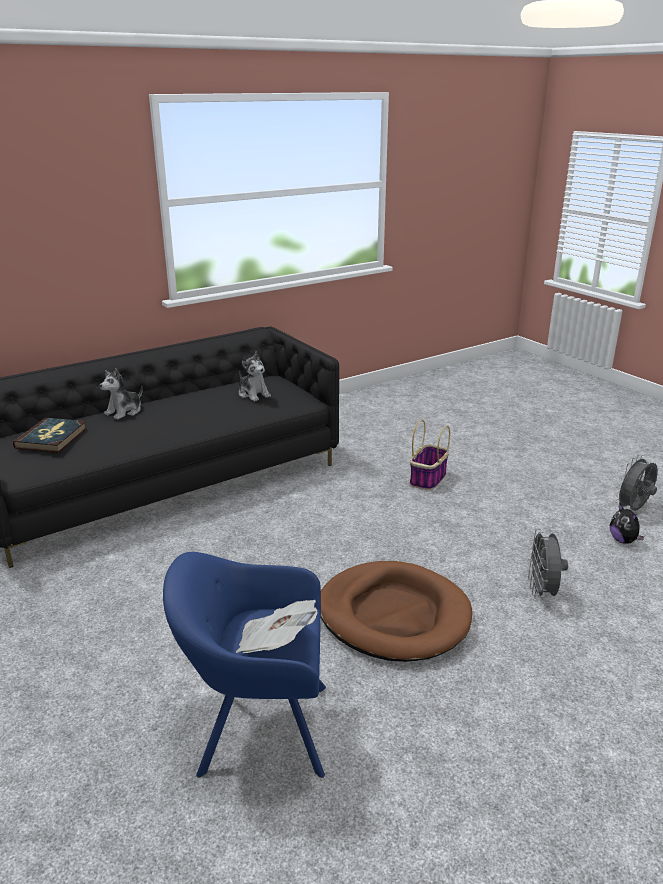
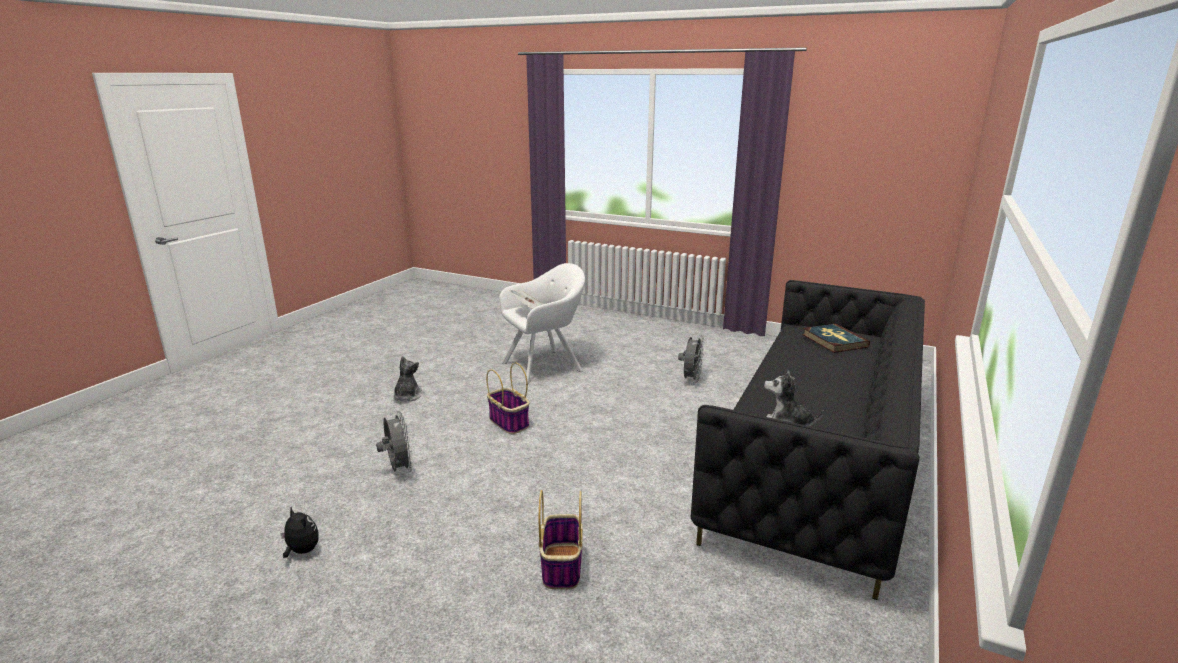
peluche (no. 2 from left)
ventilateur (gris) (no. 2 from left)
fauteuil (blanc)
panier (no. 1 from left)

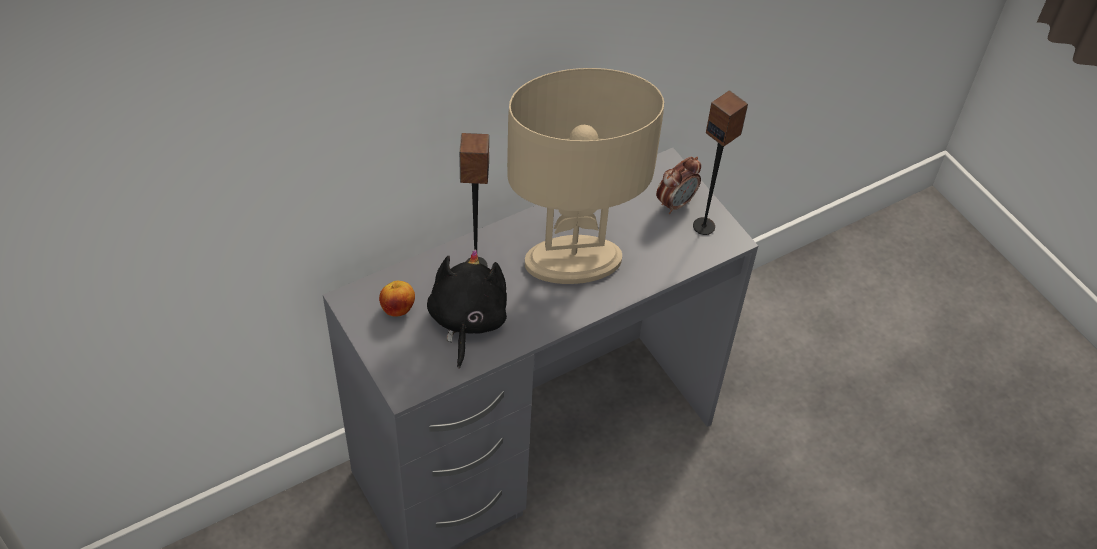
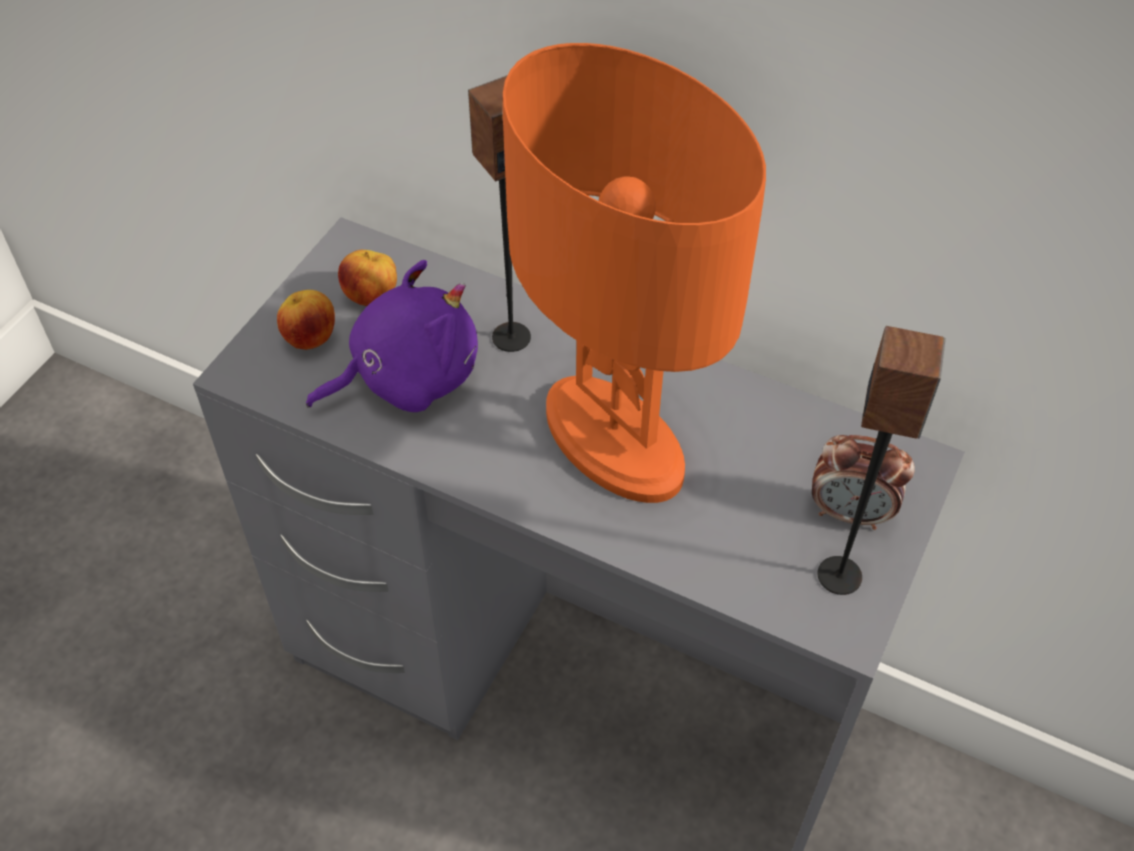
lampe de table (orange)
peluche (violet)
pomme (no. 1 from left)

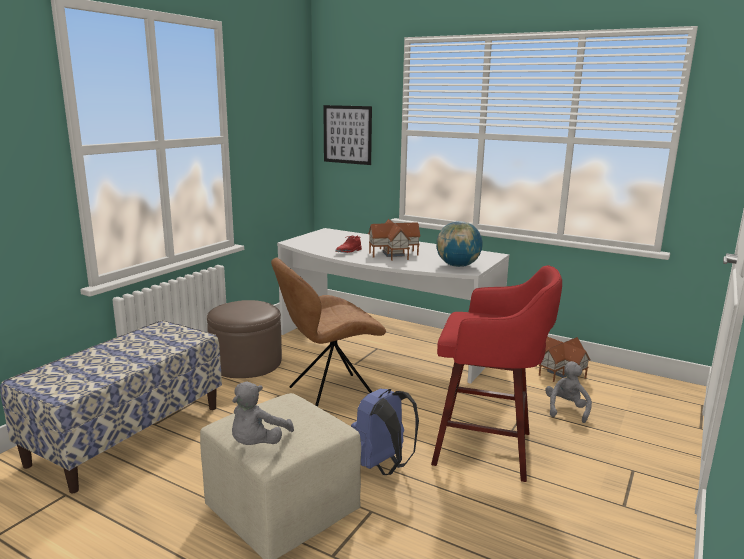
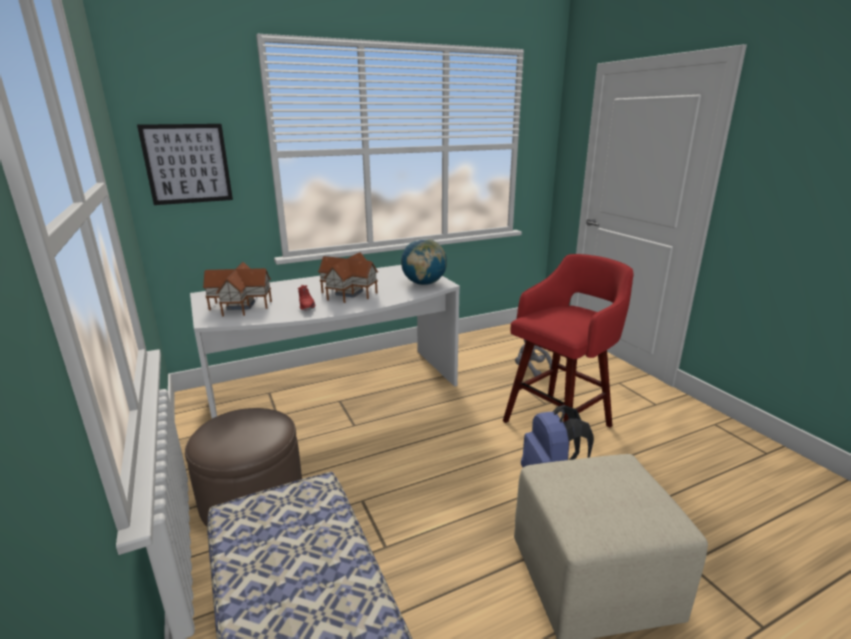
chaise (marron)
maison miniature (no. 1 from left)
peluche (gris) (no. 1 from left in the first image)

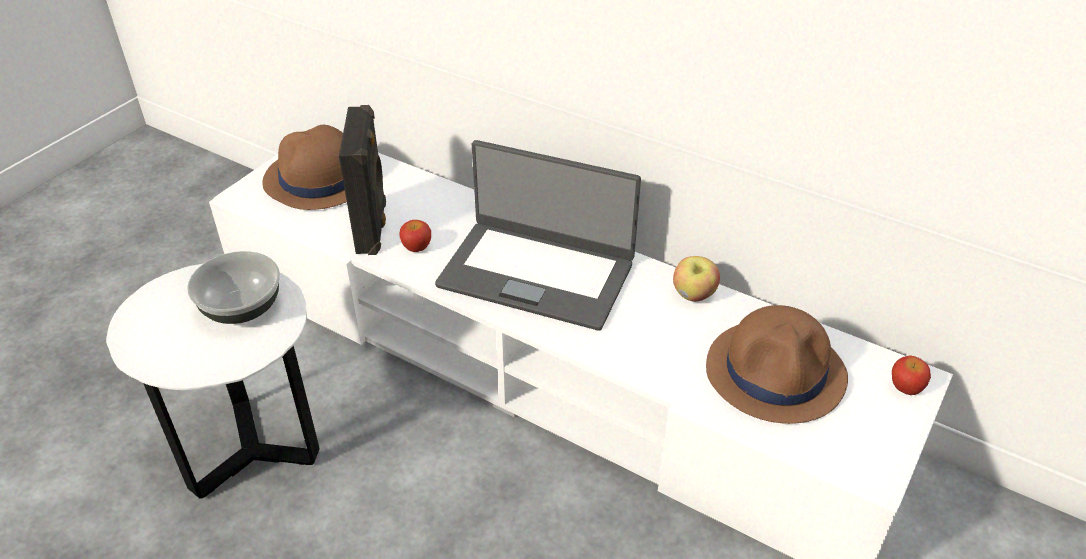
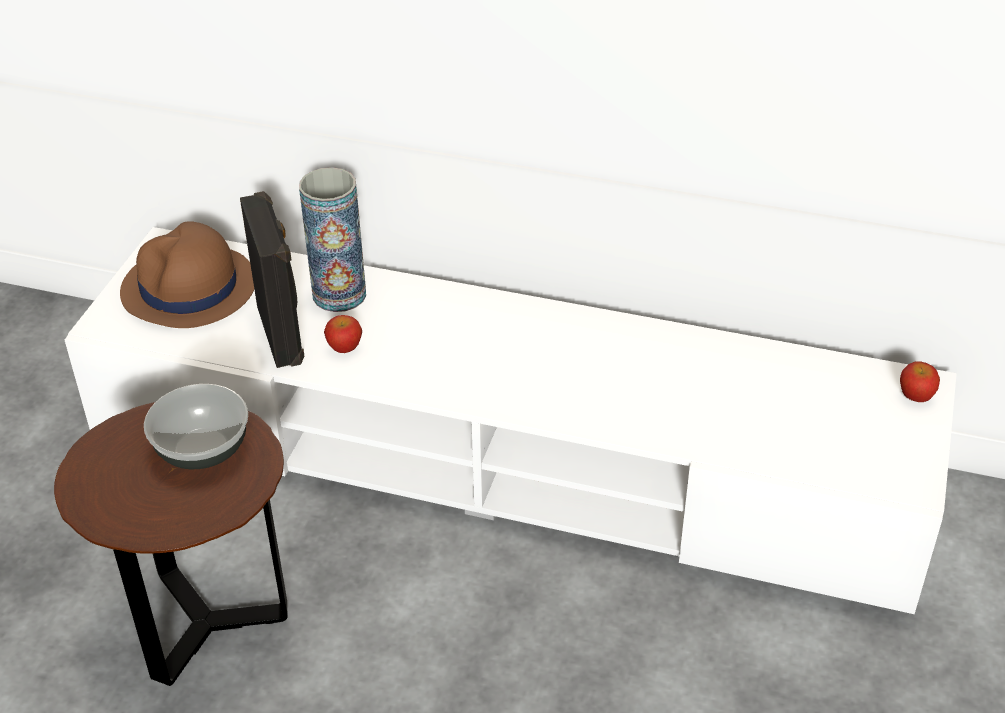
ordinateur portable
pomme (no. 2 from left in the first image)
table d'appoint (marron)
chapeau (marron) (no. 2 from left in the first image)
vase

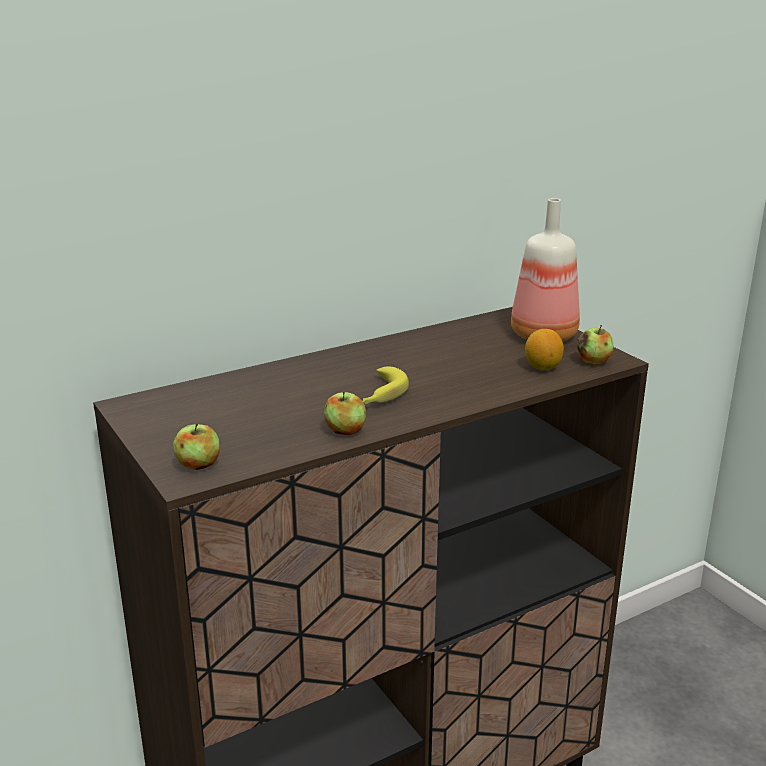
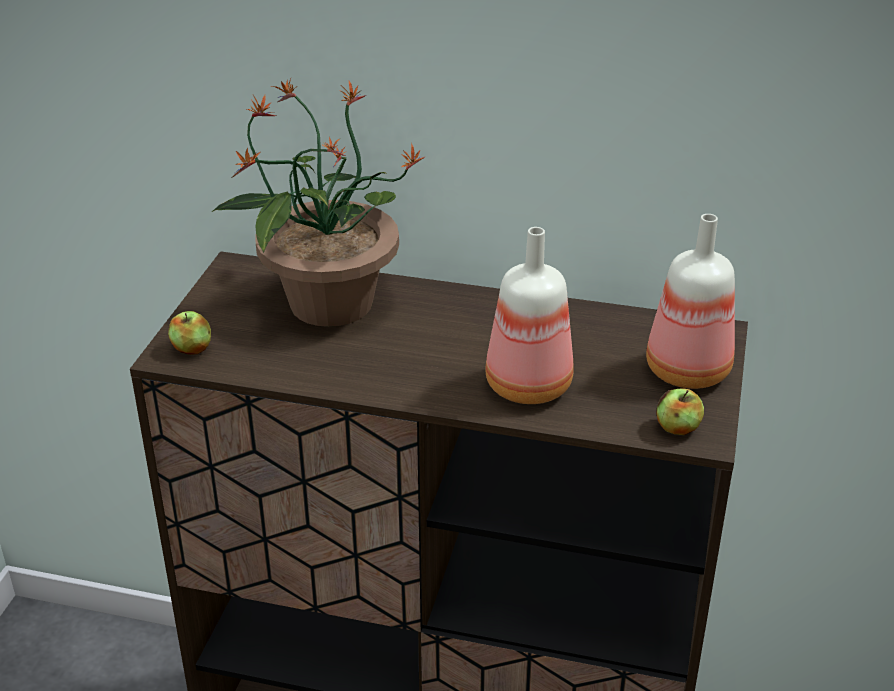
citron
banane
pomme (no. 2 from left in the first image)
plante en pot
bouteille (no. 1 from left)

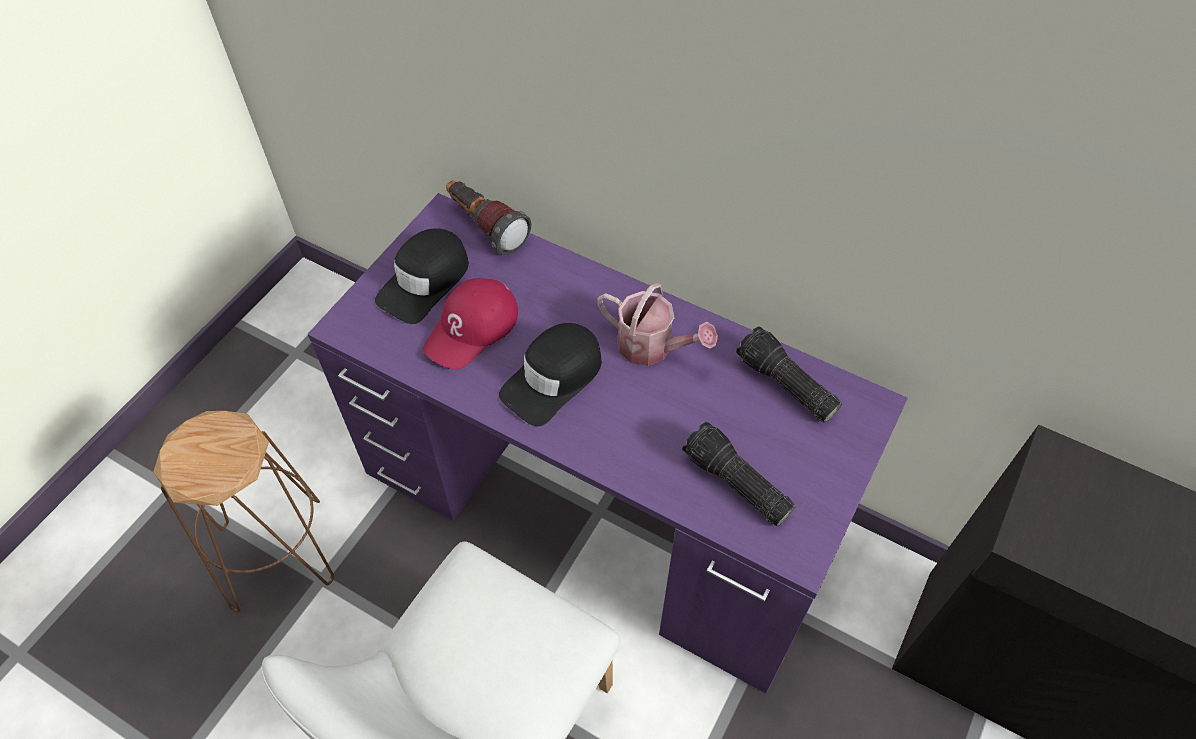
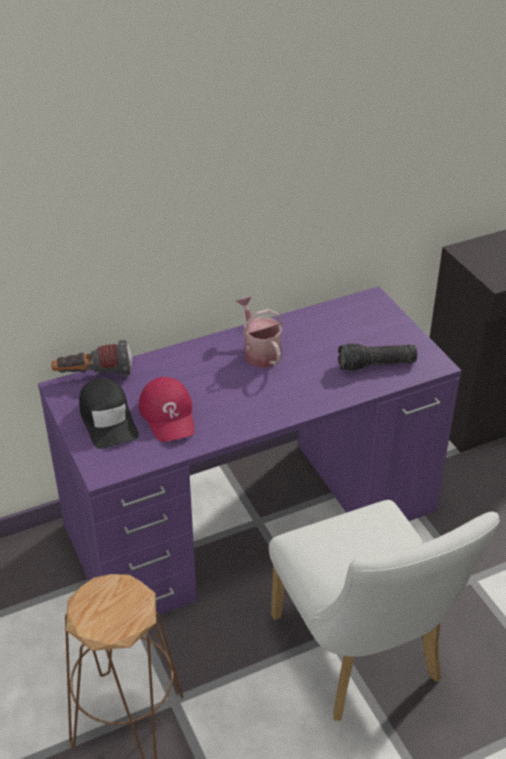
arrosoir
casquette (noir) (no. 2 from left in the first image)
lampe de poche (no. 3 from left in the first image)

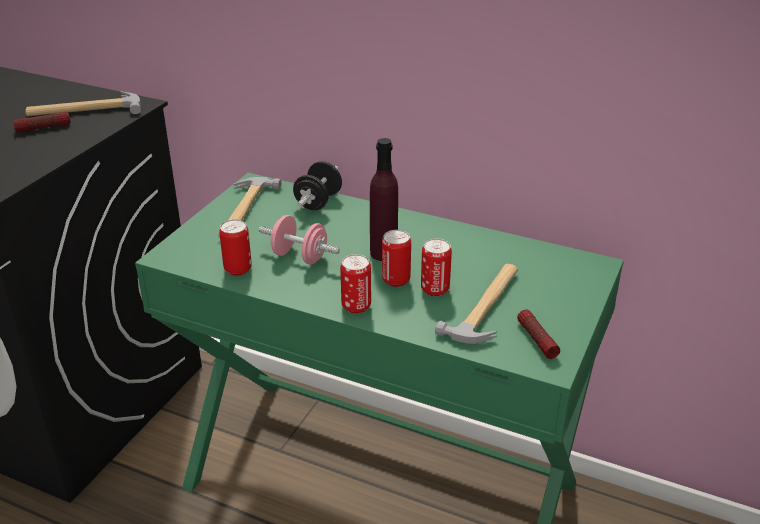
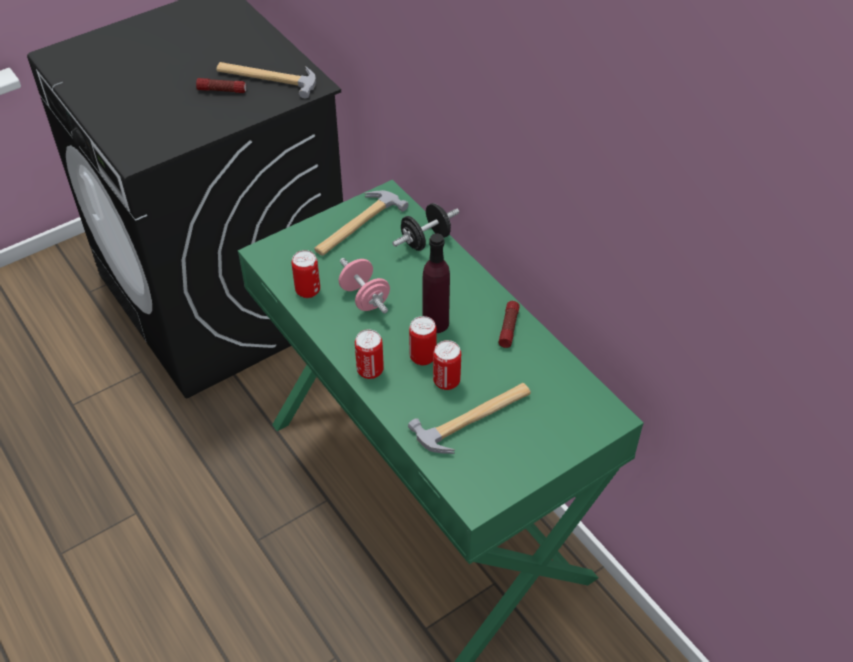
lampe de poche (no. 2 from left)

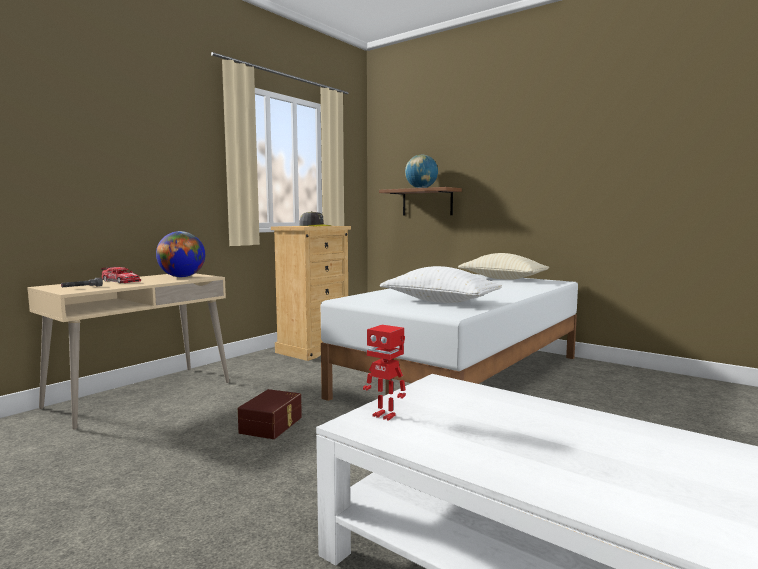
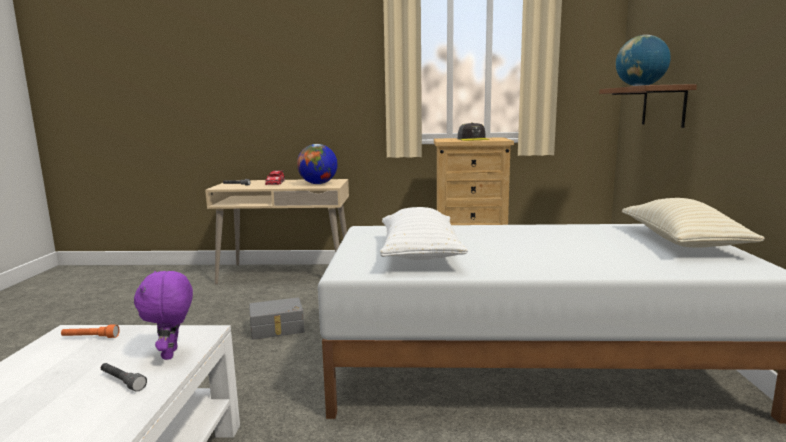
lampe de poche (orange)
boîte de rangement (gris)
peluche (violet)
lampe de poche (gris) (no. 1 from left)

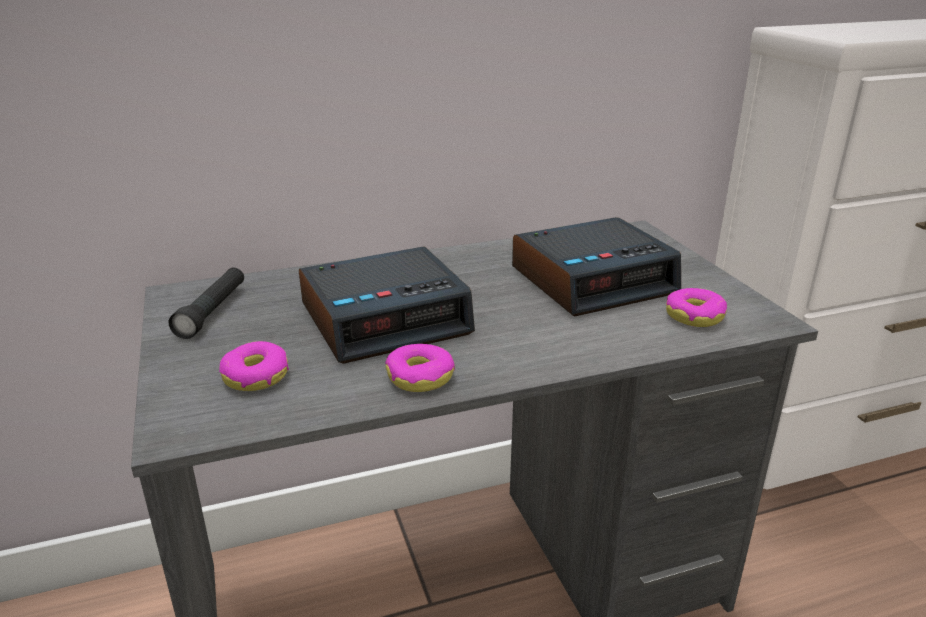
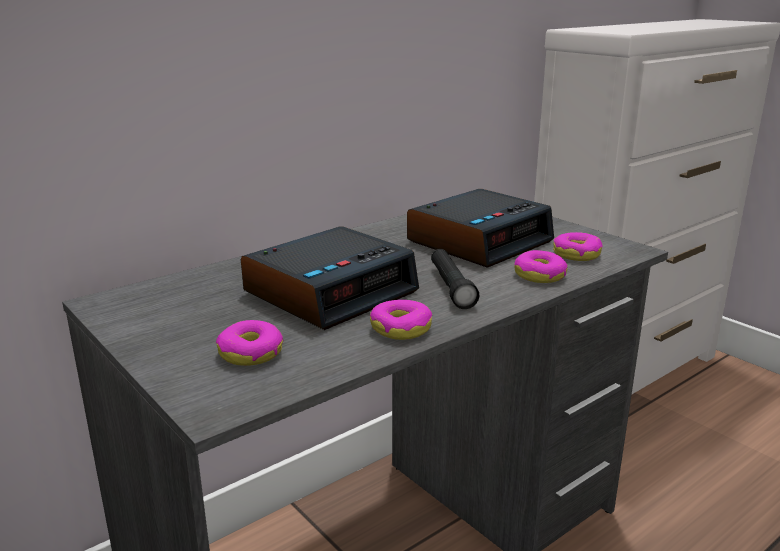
lampe de poche (noir)
beignet (no. 3 from left)

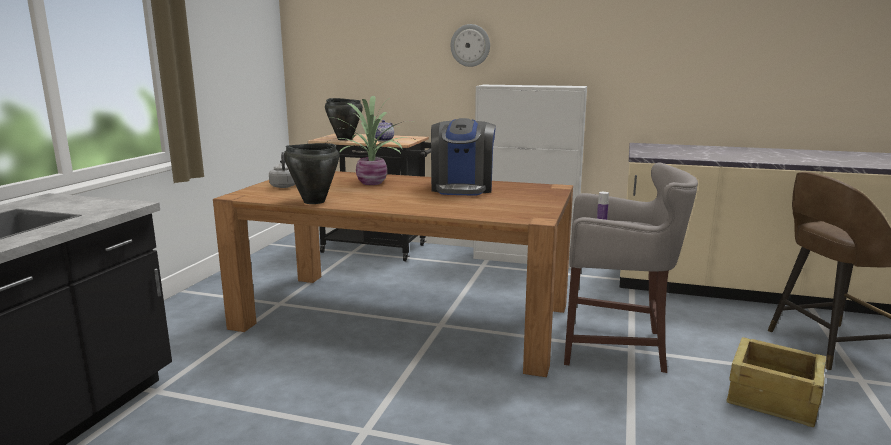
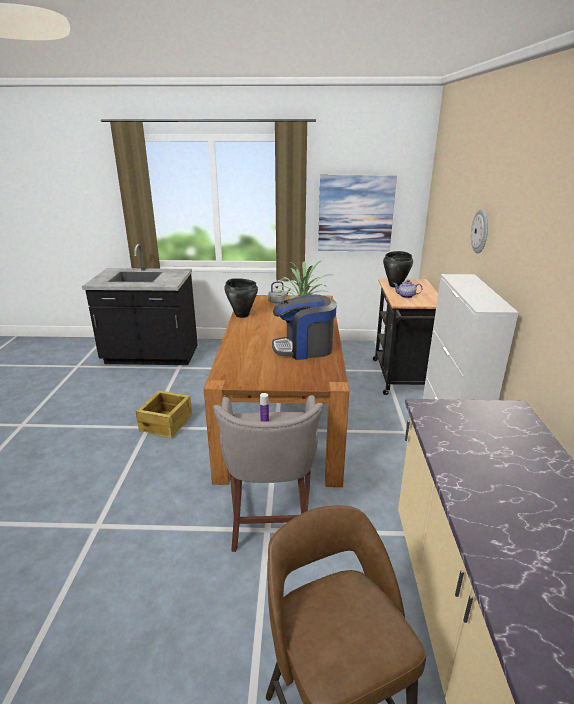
caisse
tableau

